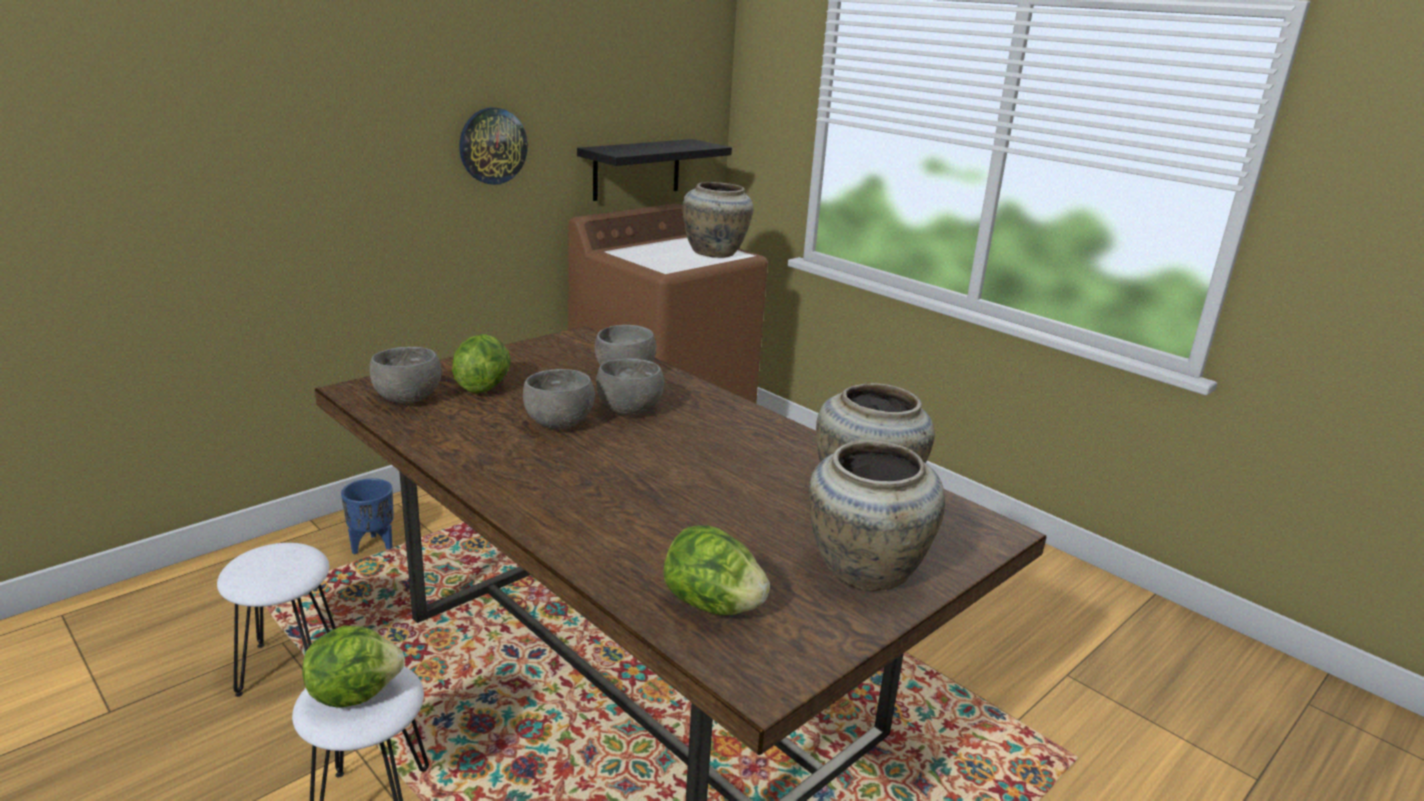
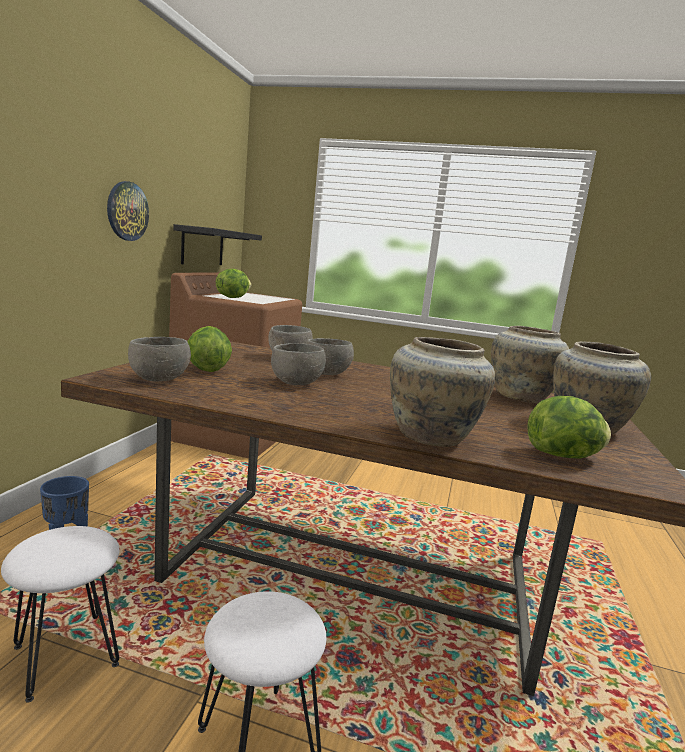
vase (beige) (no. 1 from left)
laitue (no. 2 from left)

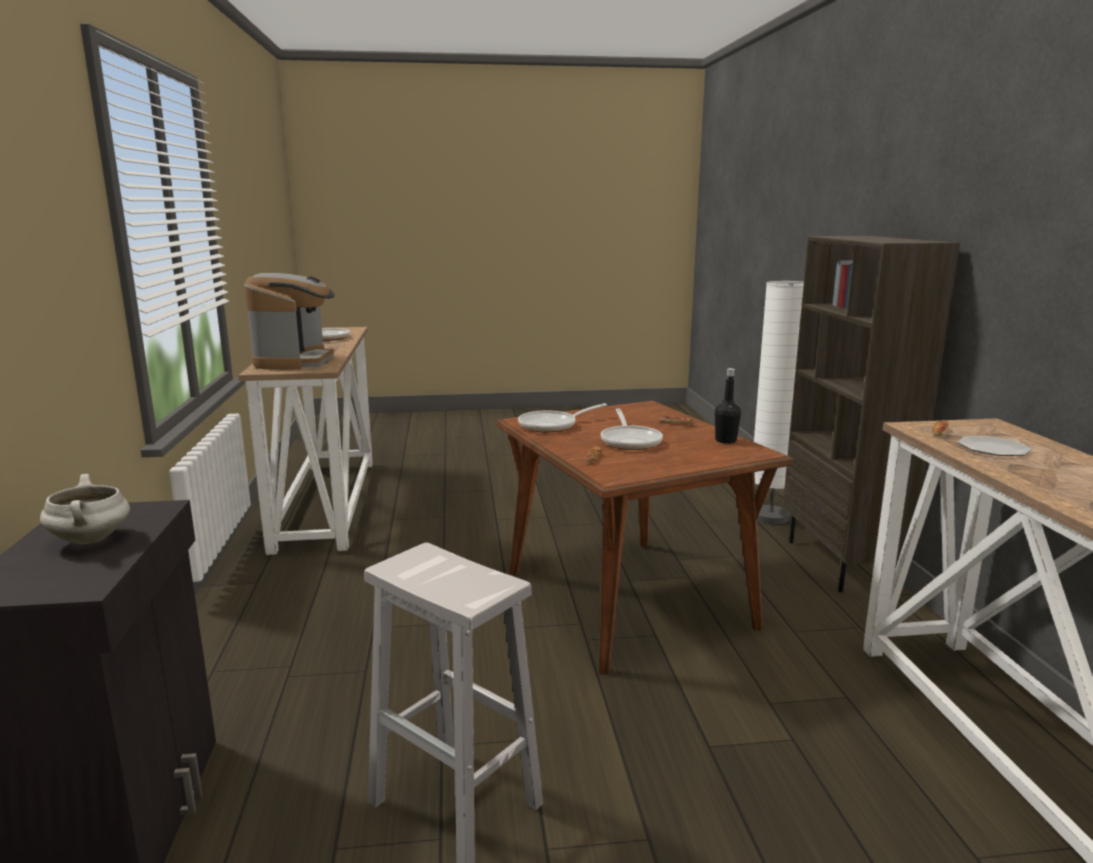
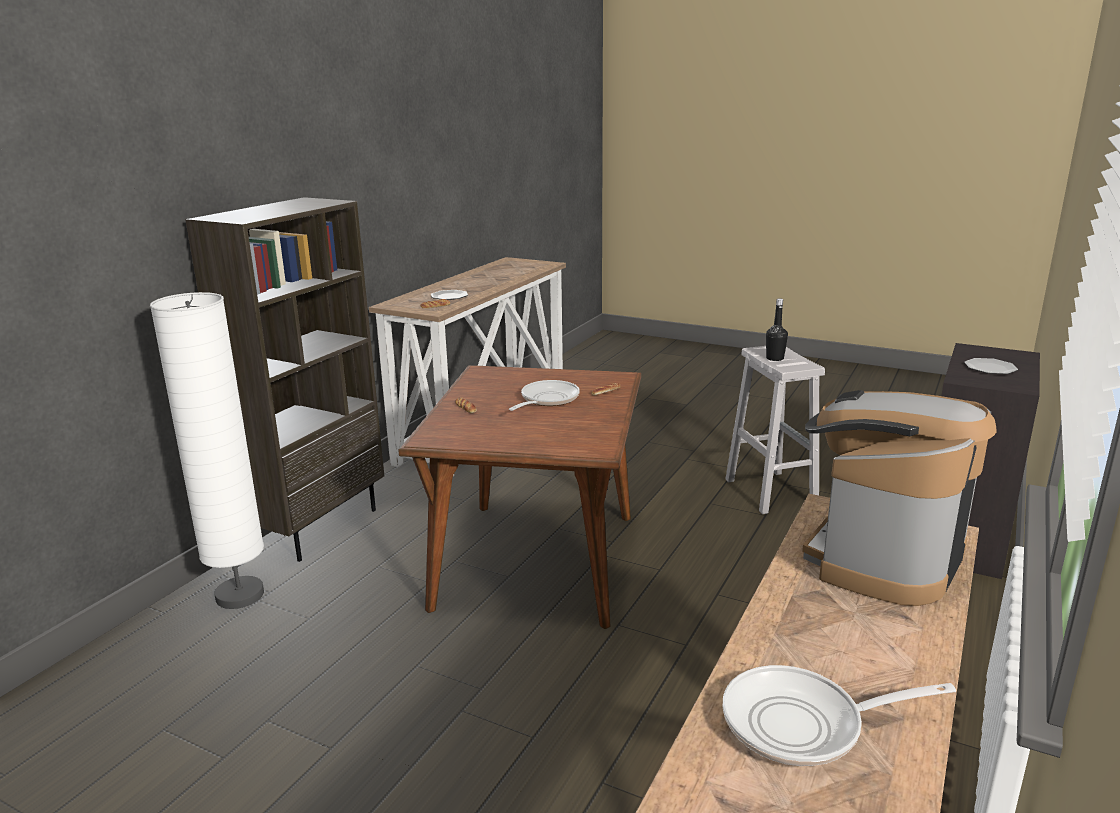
bouteille (noir)
poêle (no. 2 from left in the first image)
assiette (no. 2 from left)

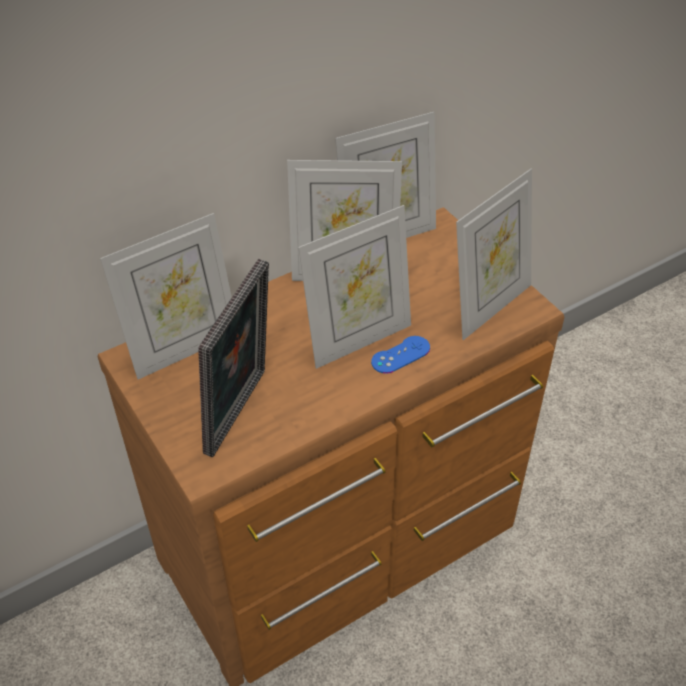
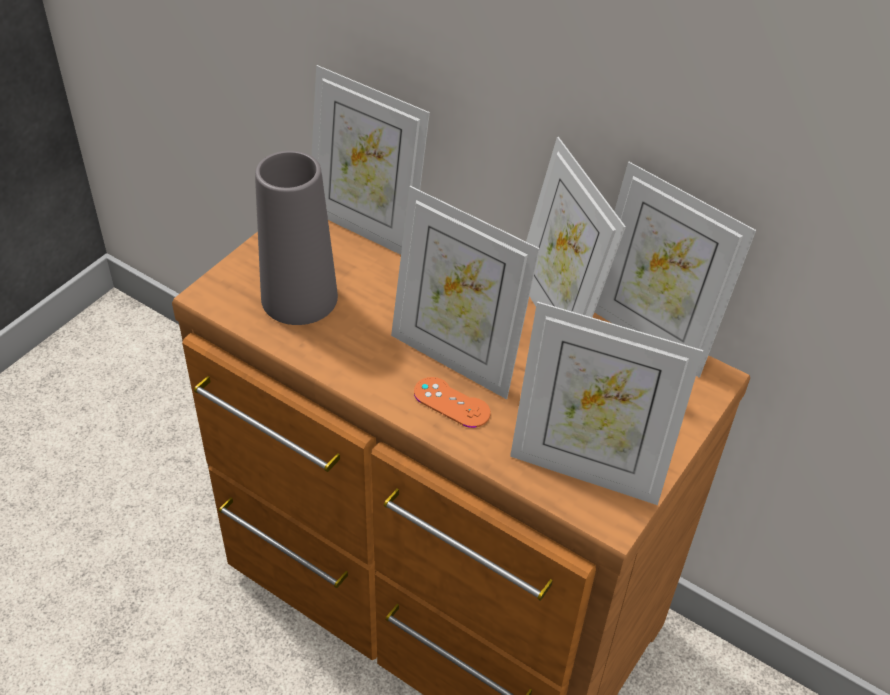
vase (gris)
manette (orange)

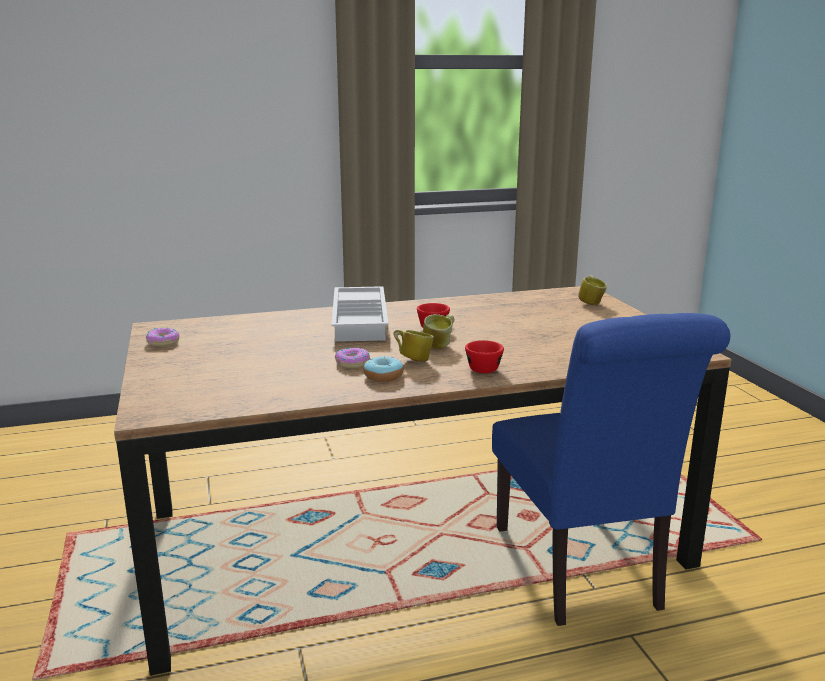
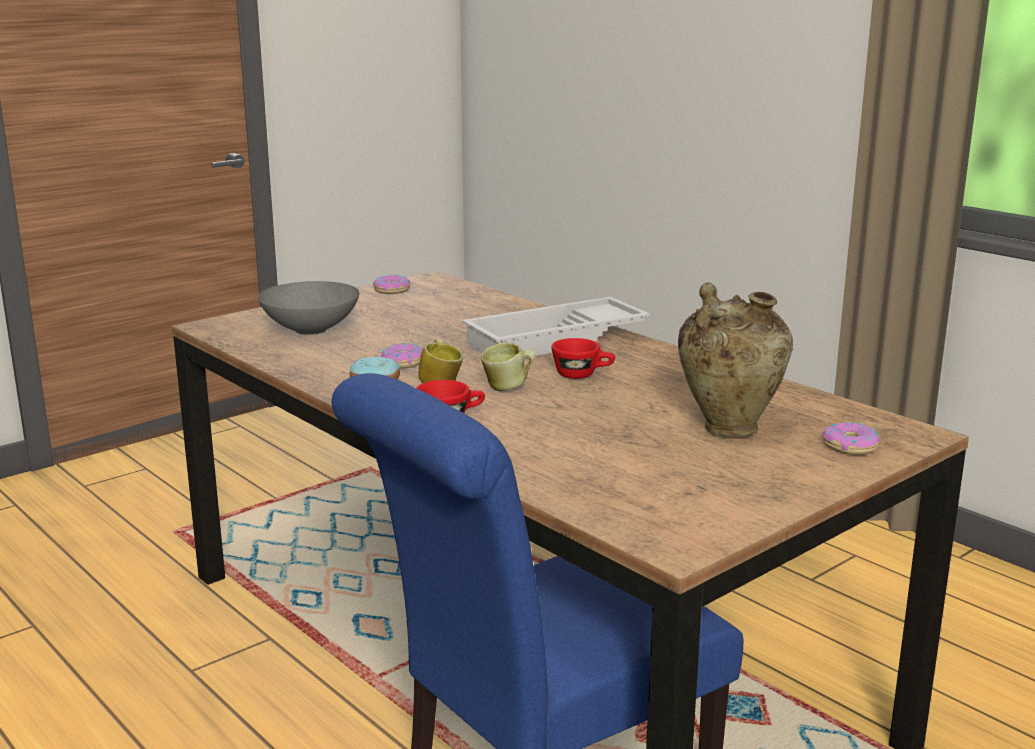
beignet (no. 4 from left)
bol (gris)
vase (beige)

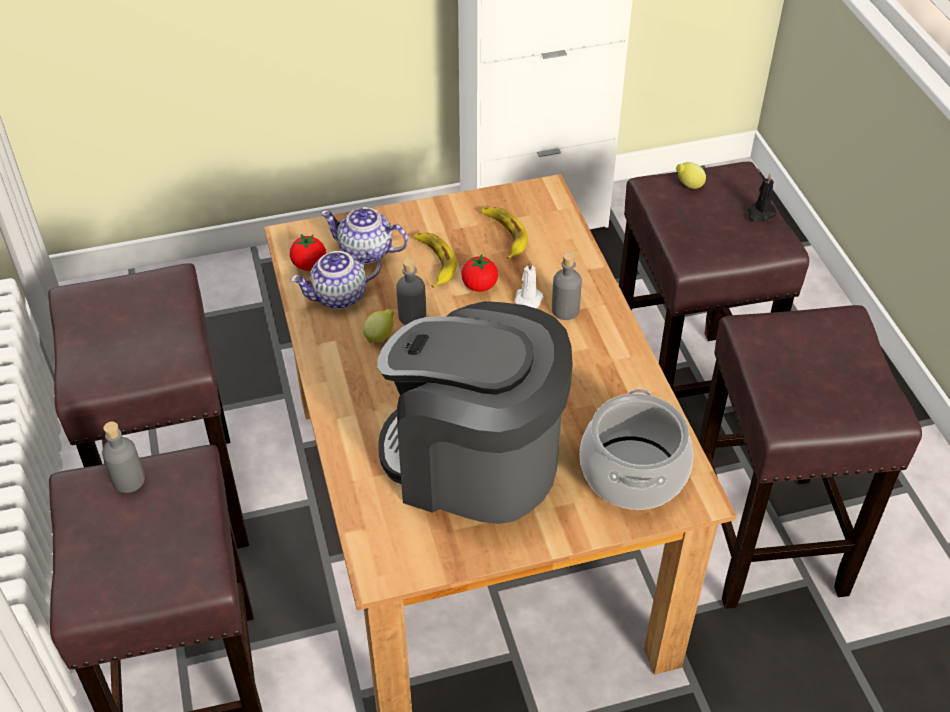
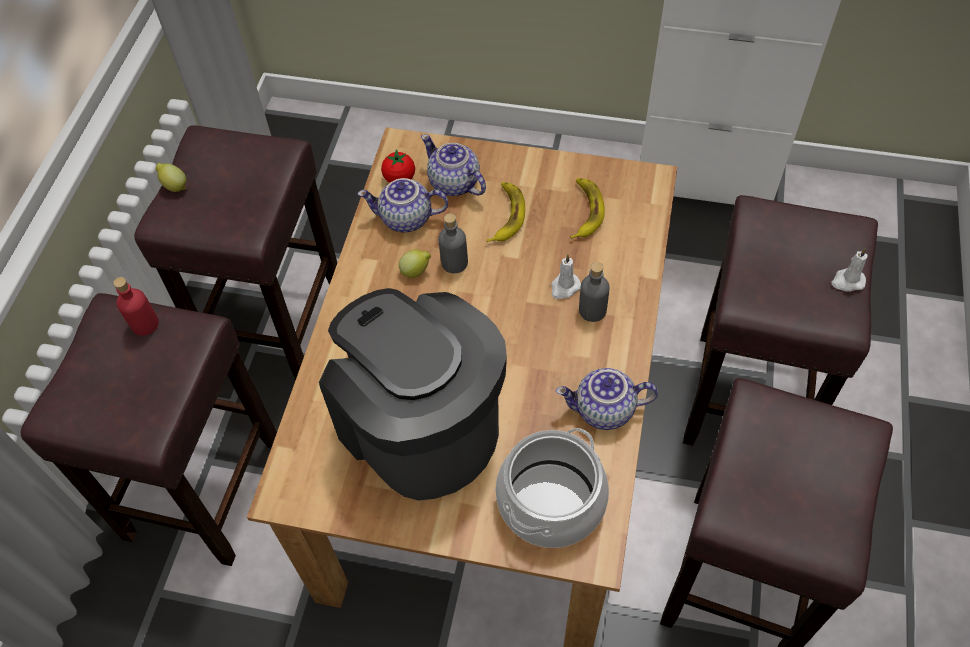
citron (no. 1 from left)
bougie (blanc) (no. 2 from left)
tomate (no. 2 from left in the first image)
bouteille (rouge)
théière (no. 3 from left)

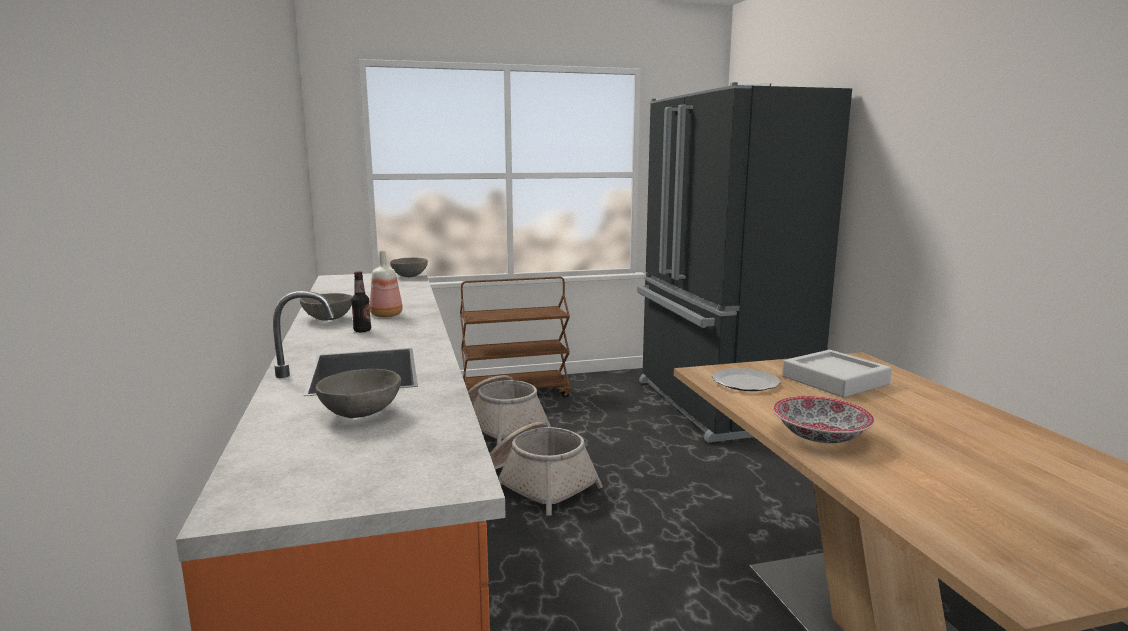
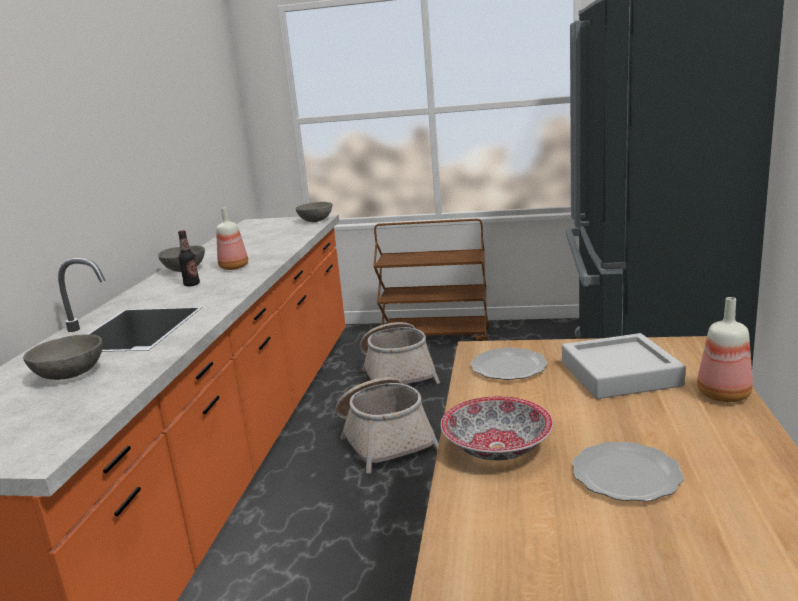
bouteille (no. 3 from left)
assiette (no. 2 from left)

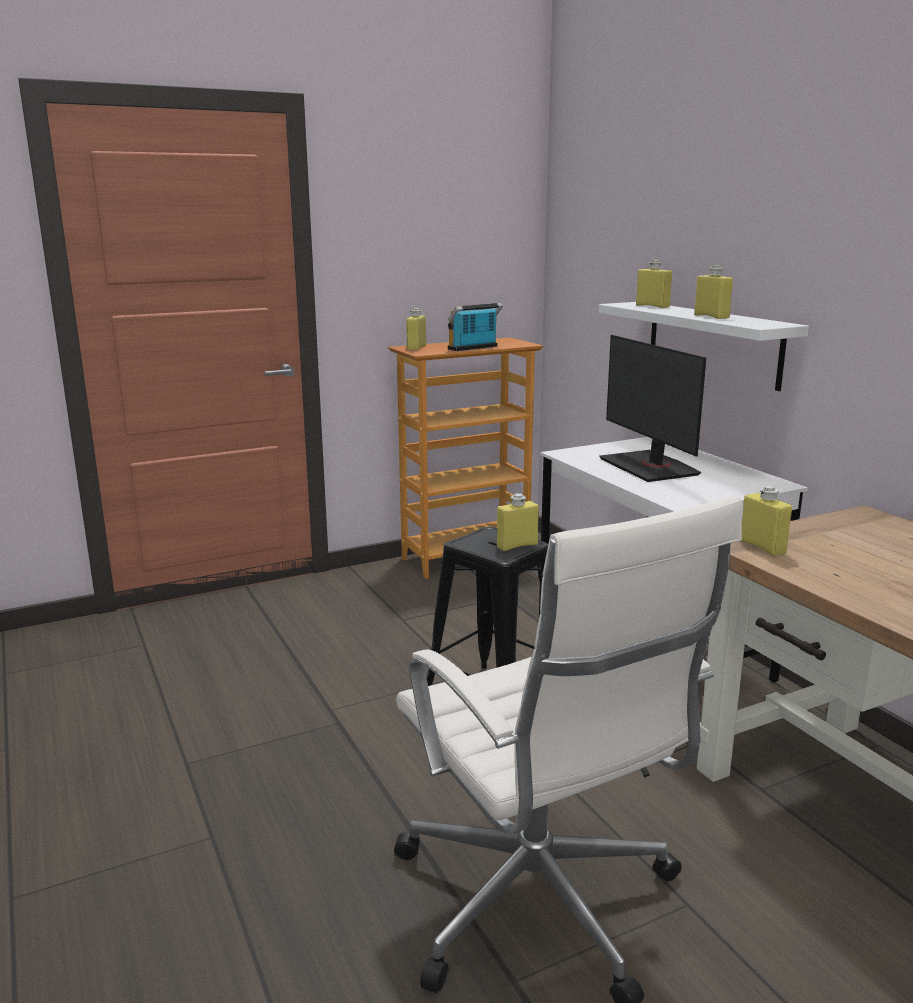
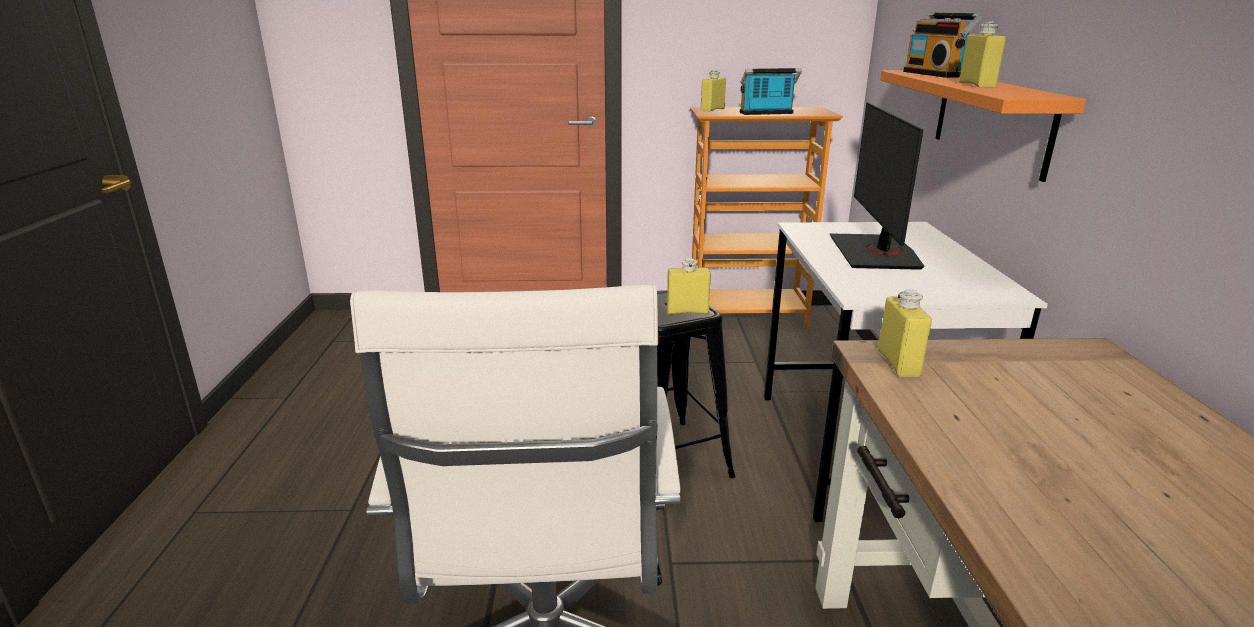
radio (no. 2 from left)
étagère (orange)

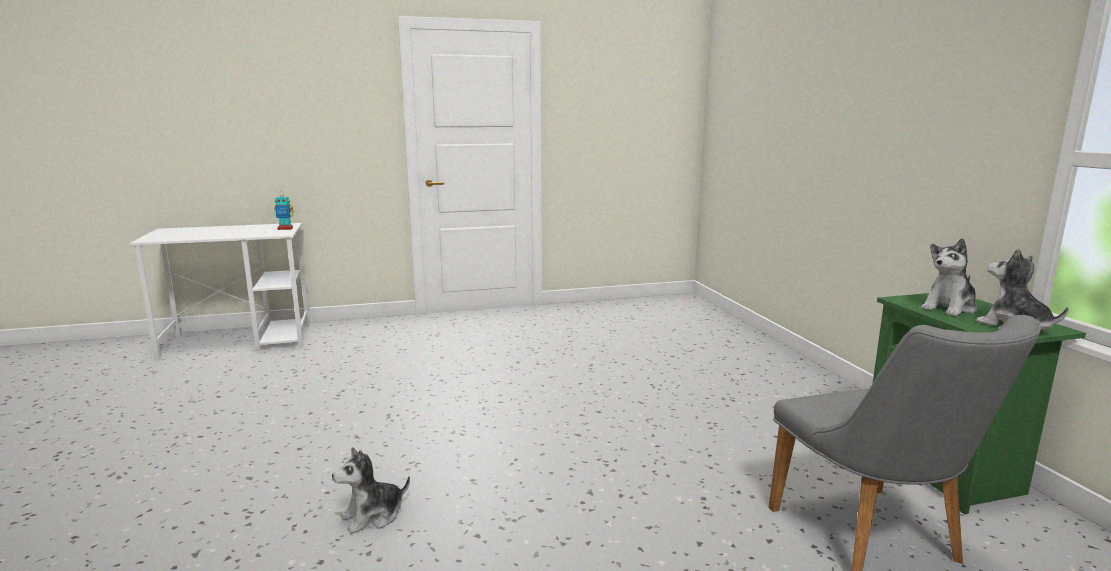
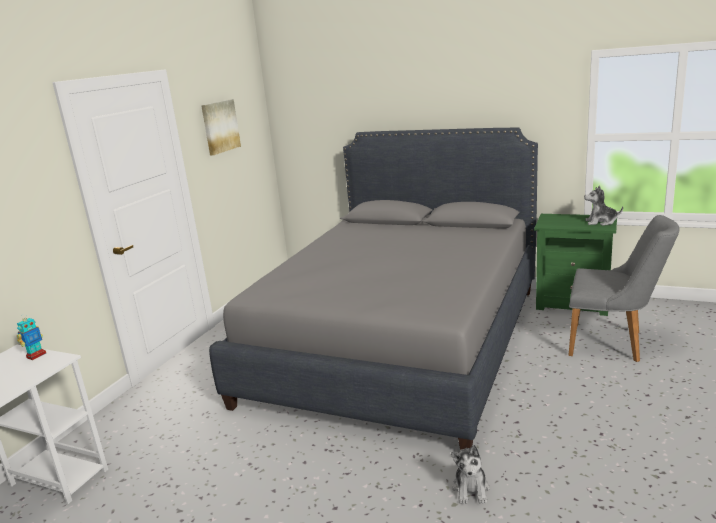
peluche (no. 2 from left in the first image)
tableau
lit (gris)

